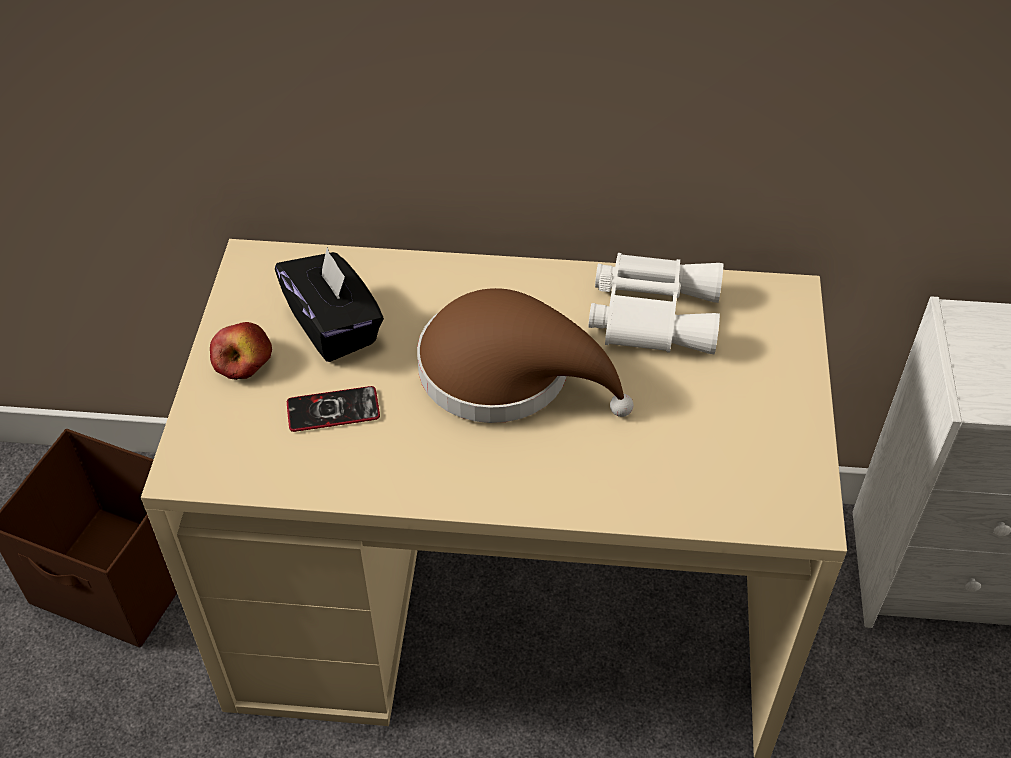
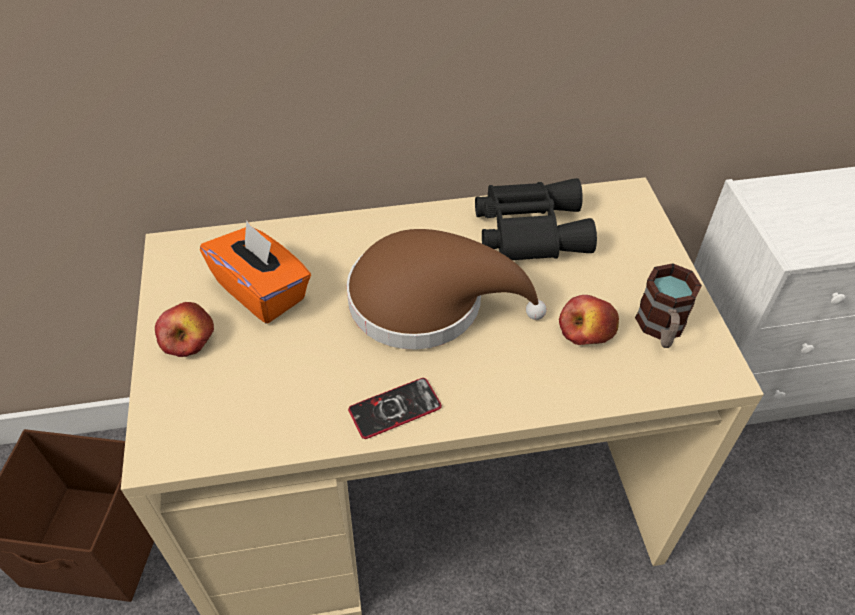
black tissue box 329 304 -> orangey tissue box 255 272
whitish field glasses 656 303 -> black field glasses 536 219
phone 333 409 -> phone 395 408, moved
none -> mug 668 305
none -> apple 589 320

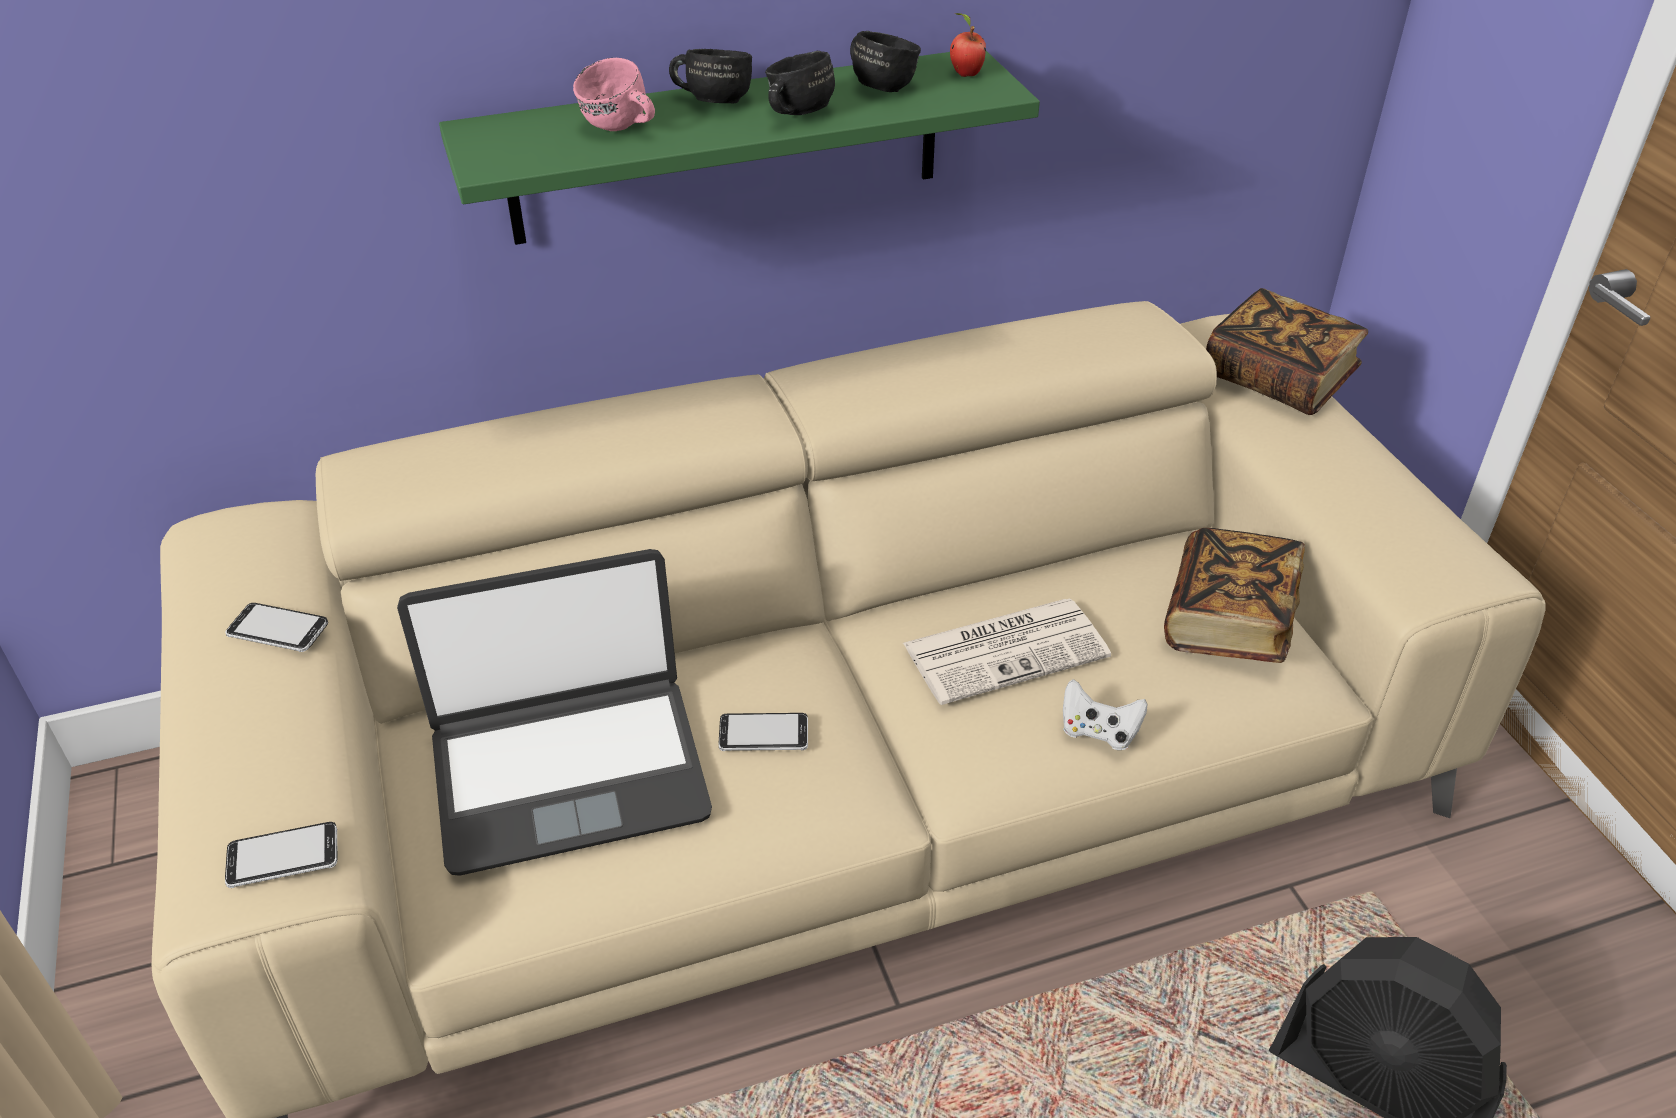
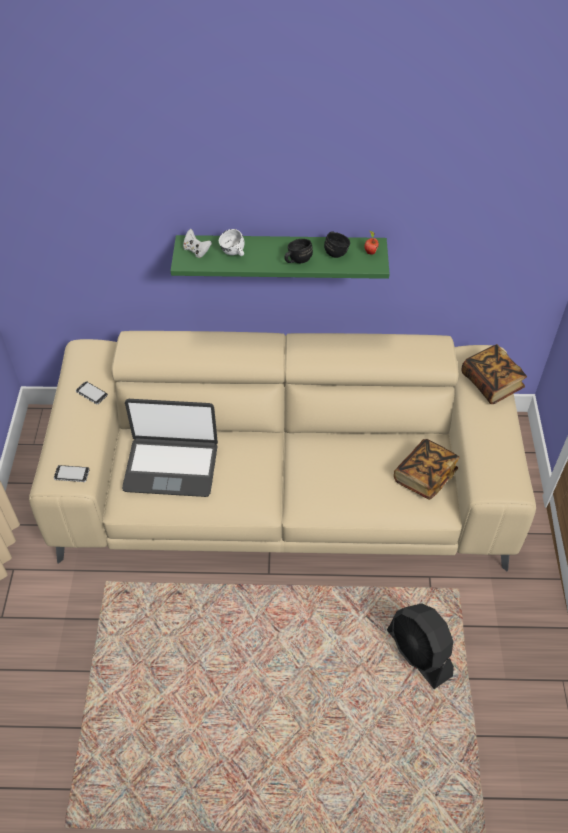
black mug 710 76 -> none
pink-coloured mug 614 94 -> whitish mug 232 242
newspaper 1007 652 -> none
whitish gamepad 1105 714 -> whitish gamepad 197 243, moved
phone 763 732 -> none

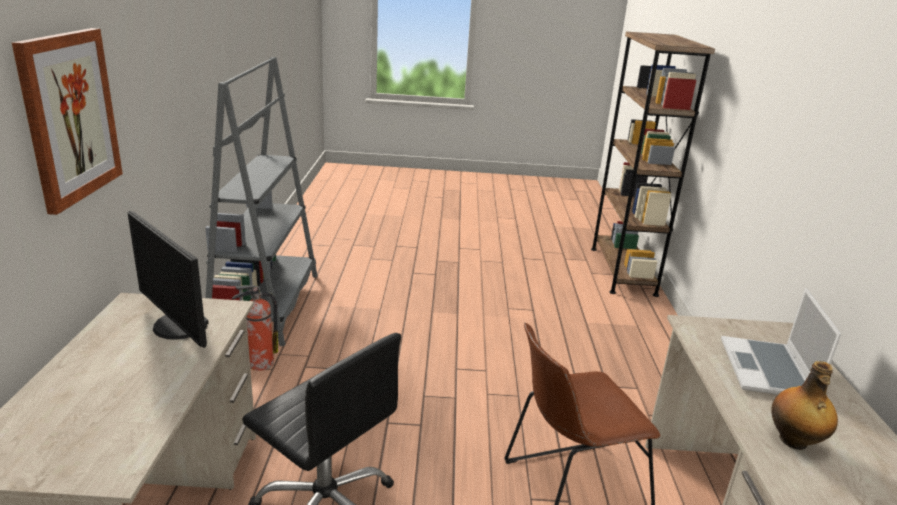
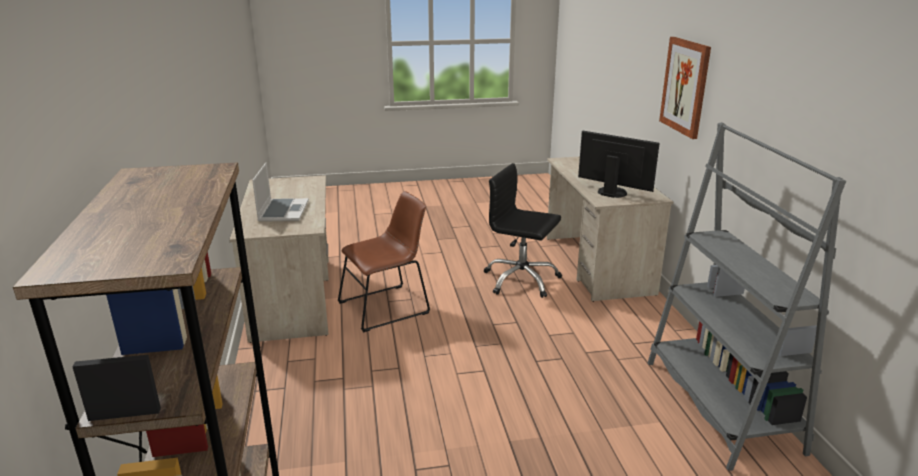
fire extinguisher 255 328 -> none
drink bottle 804 405 -> none

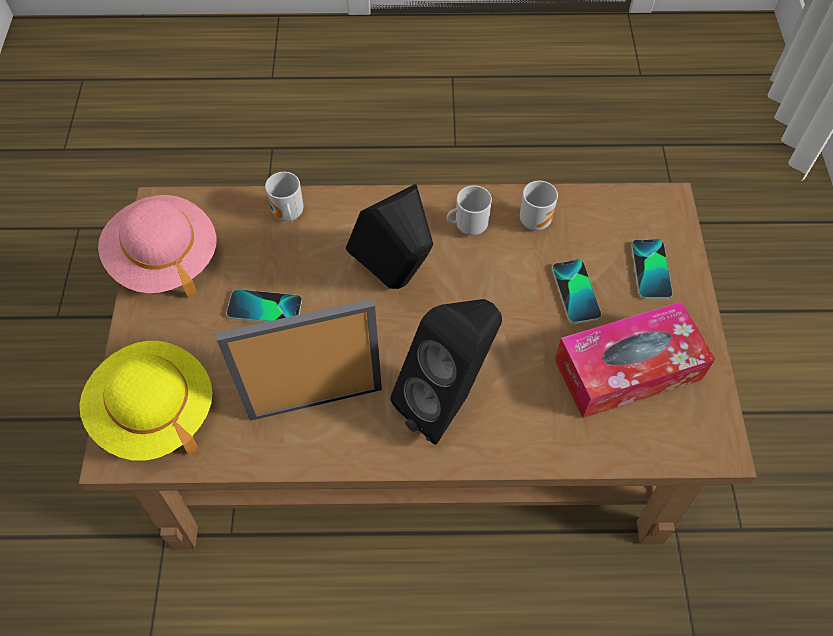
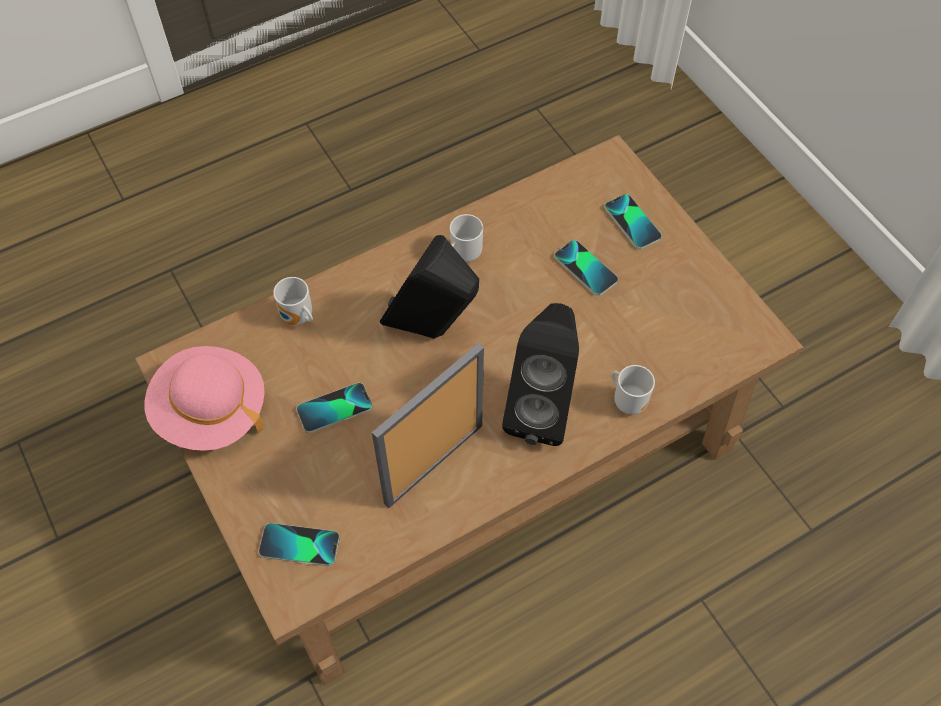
mug 539 206 -> mug 633 390, moved
tissue box 635 360 -> none
yellow clothing hat 146 401 -> phone 299 544

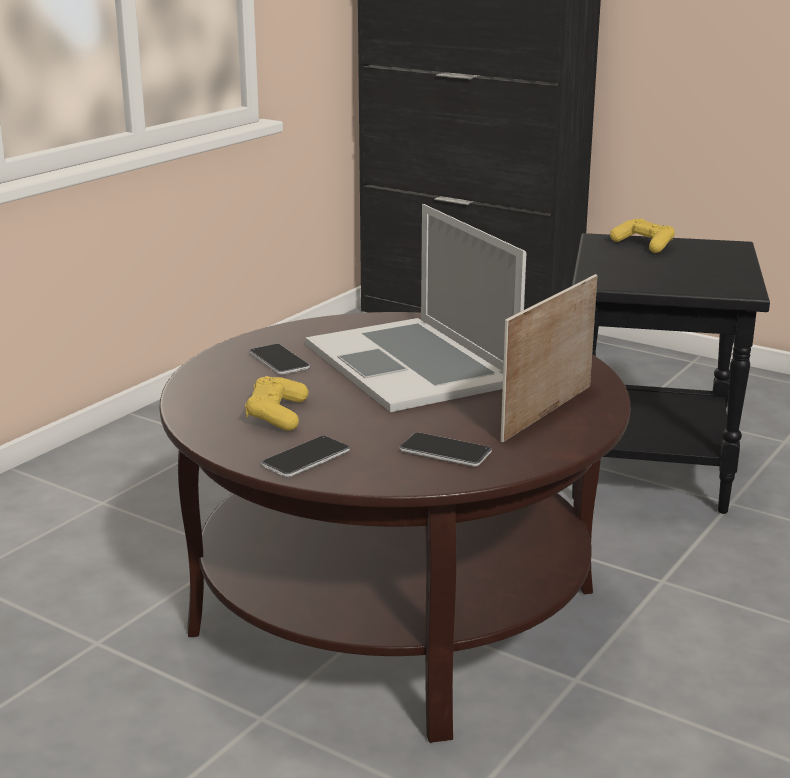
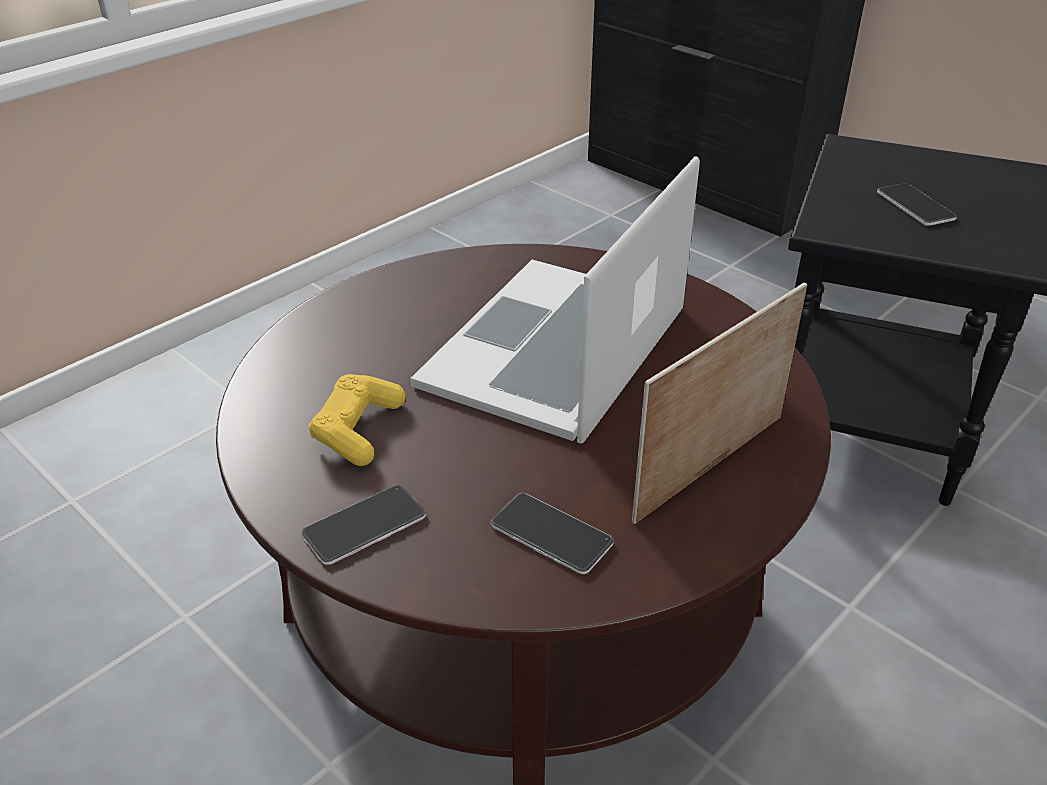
notebook computer 415 308 -> notebook computer 555 299, 45 degrees clockwise
yellow gamepad 642 236 -> none
phone 279 359 -> phone 917 204, moved

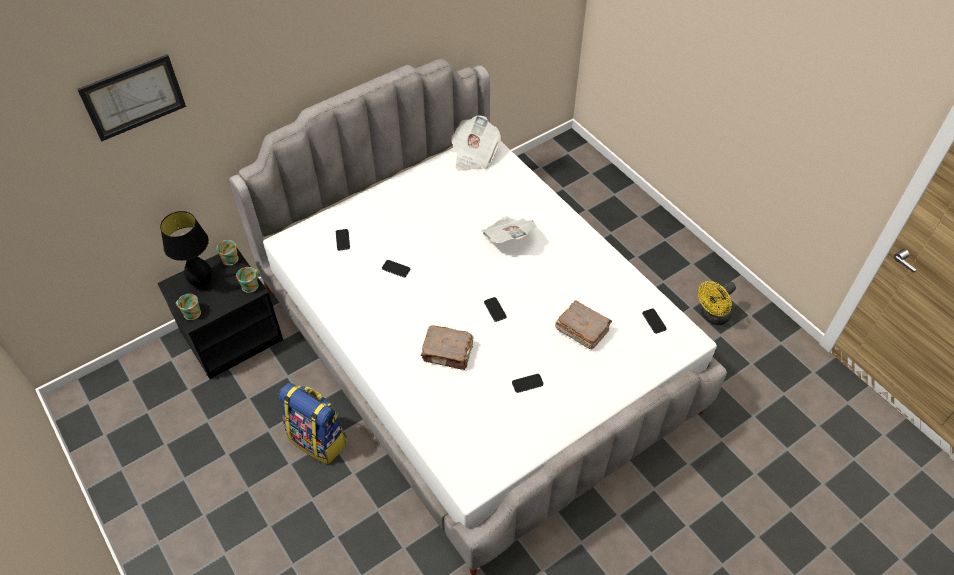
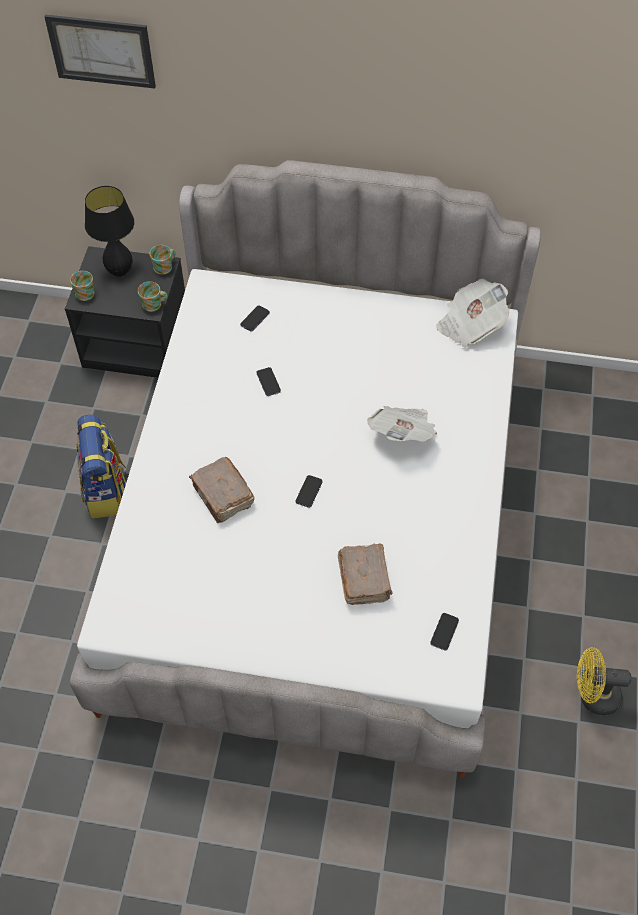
phone 528 383 -> none

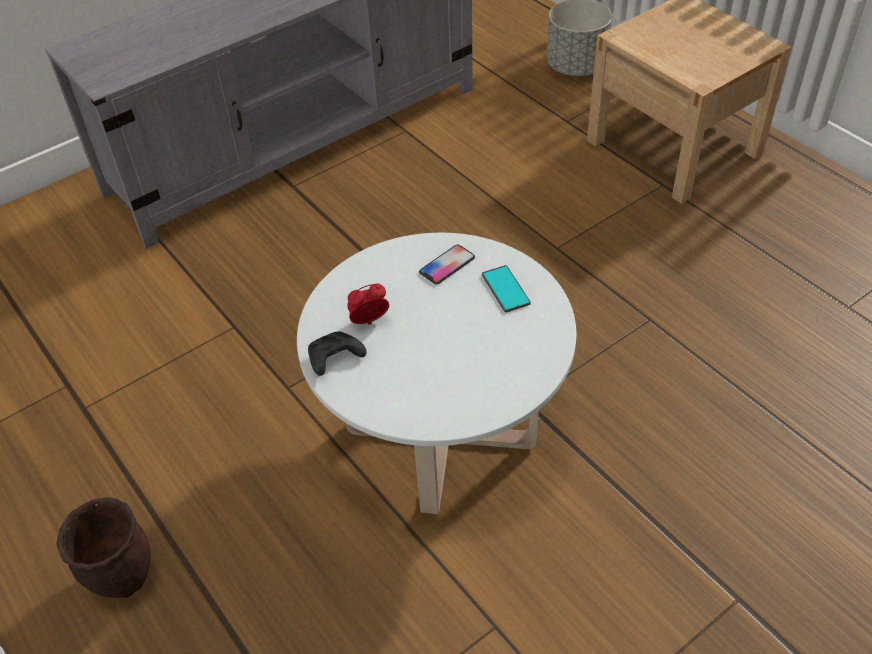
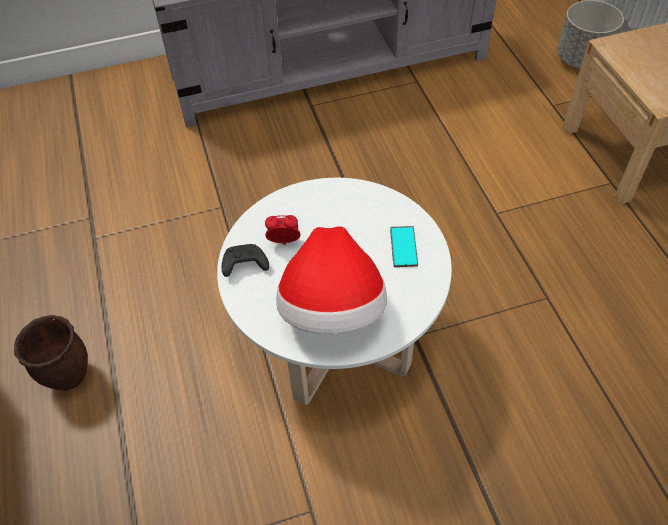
phone 447 264 -> none
none -> clothing hat 331 280

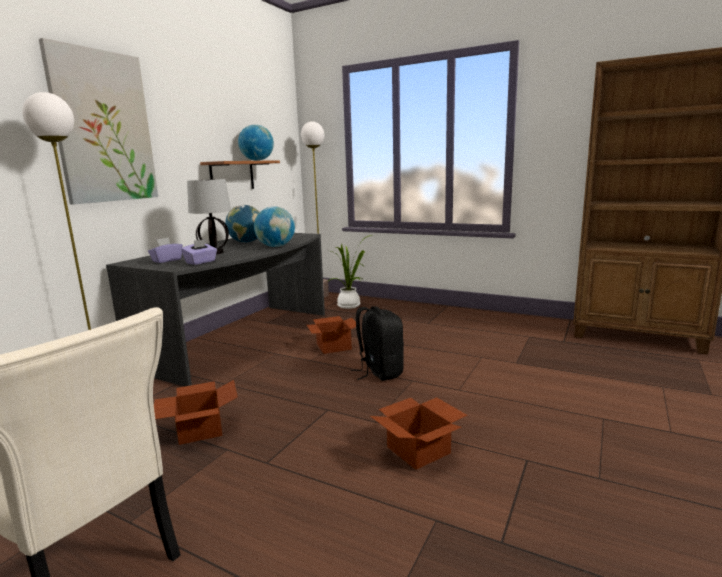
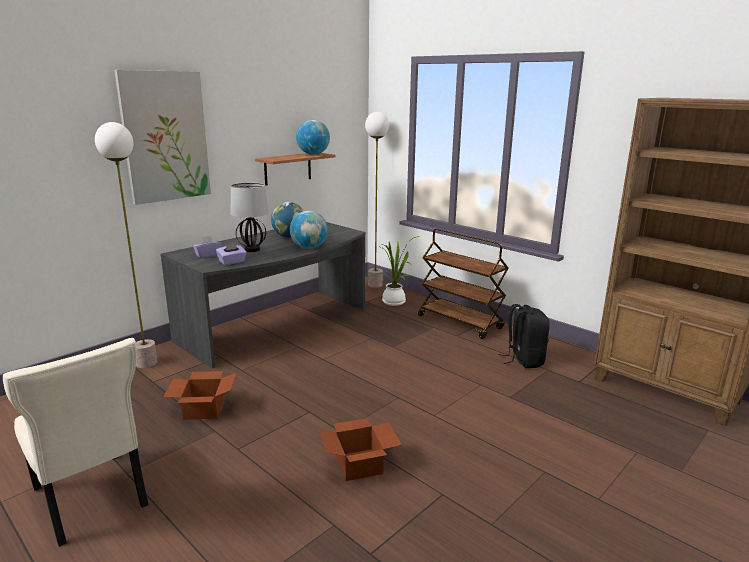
black knapsack 377 343 -> black knapsack 524 336, moved
packing box 331 335 -> none
none -> brown cart 463 284

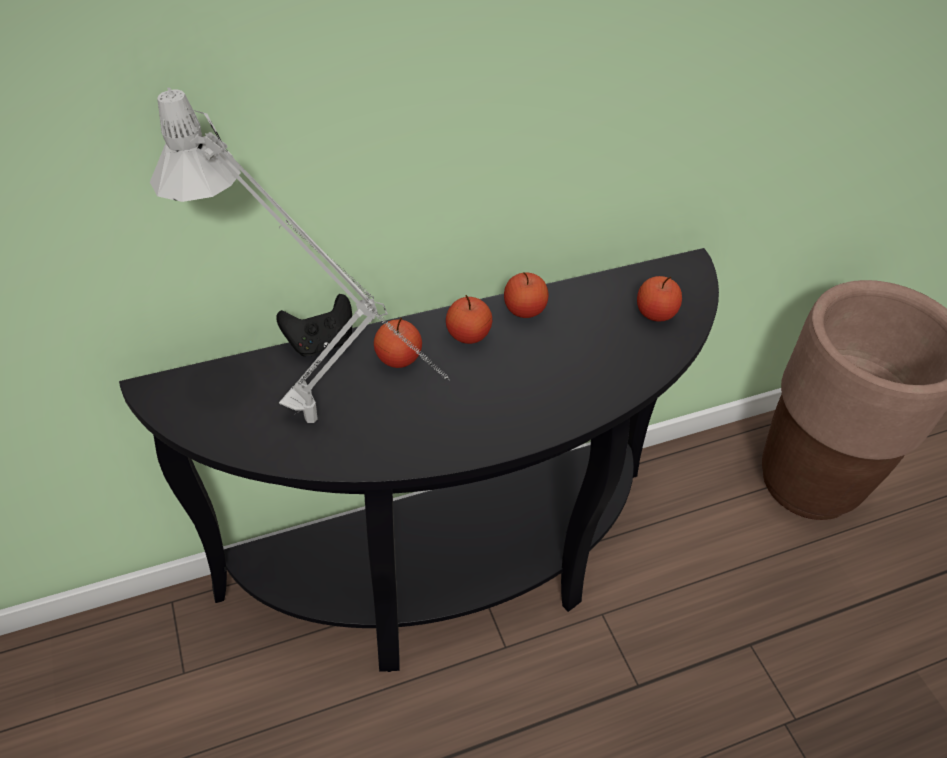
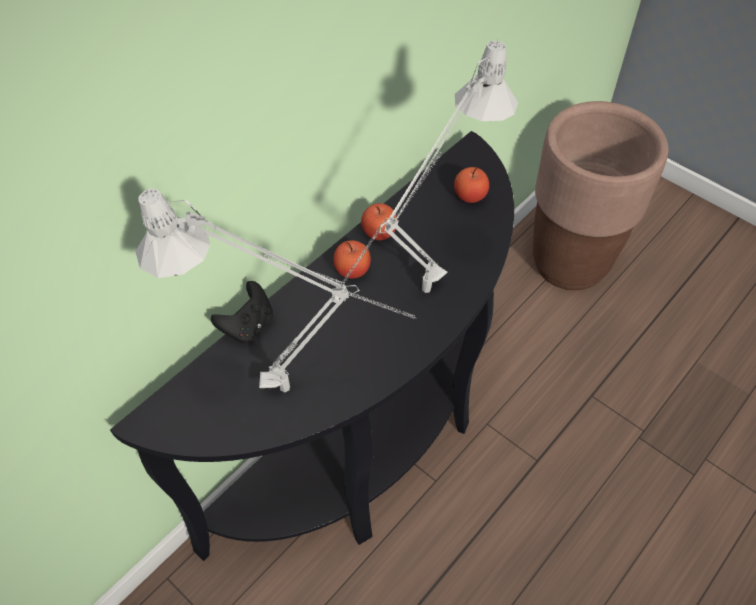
apple 398 343 -> none
none -> greyish lamp for a table 430 166

